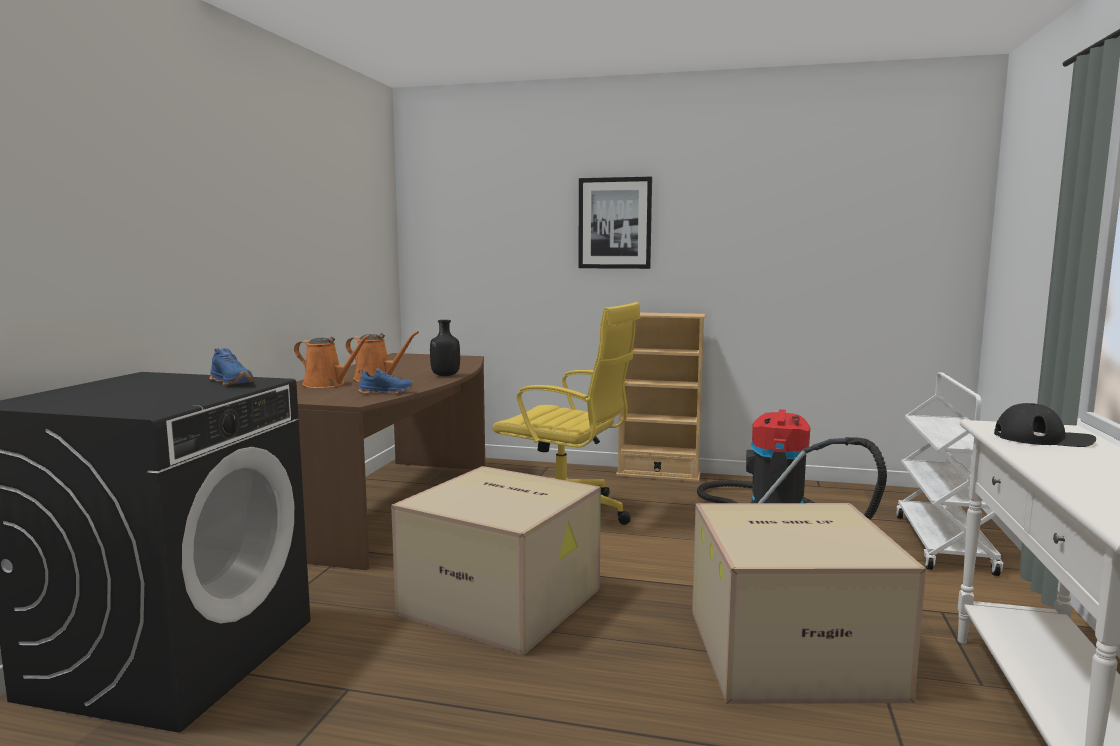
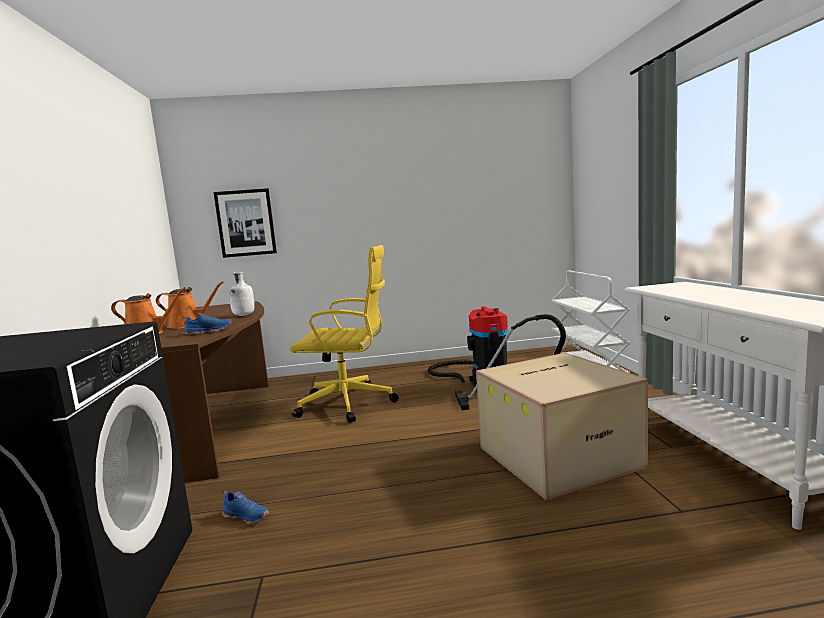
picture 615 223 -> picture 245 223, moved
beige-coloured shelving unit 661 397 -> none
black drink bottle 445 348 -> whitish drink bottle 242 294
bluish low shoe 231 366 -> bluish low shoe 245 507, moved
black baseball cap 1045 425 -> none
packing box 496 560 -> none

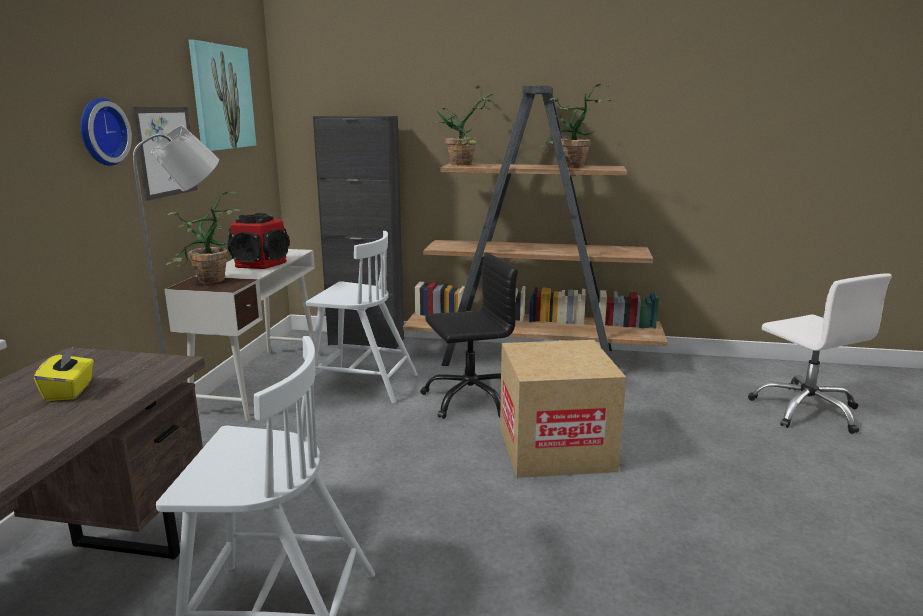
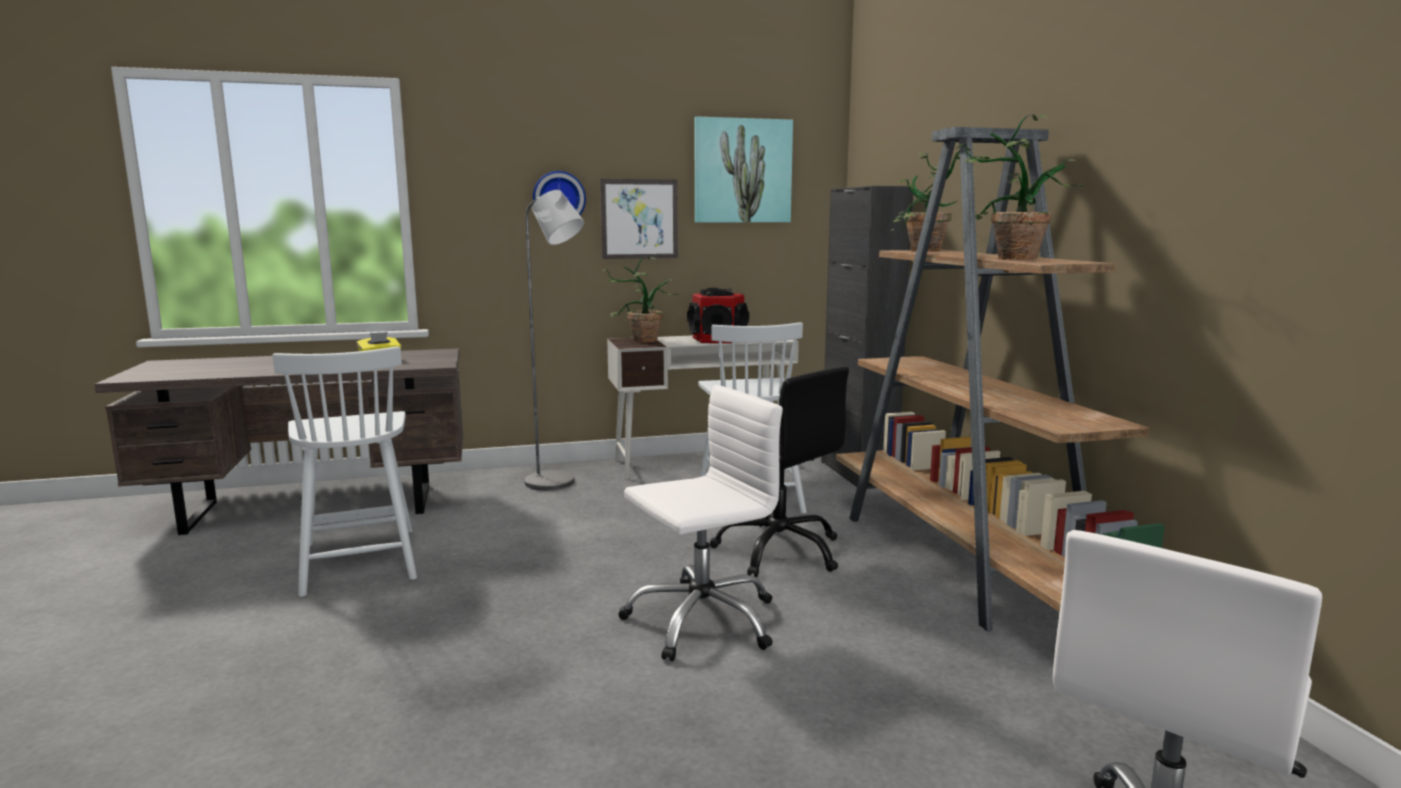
packing box 563 409 -> whitish computer chair 700 523

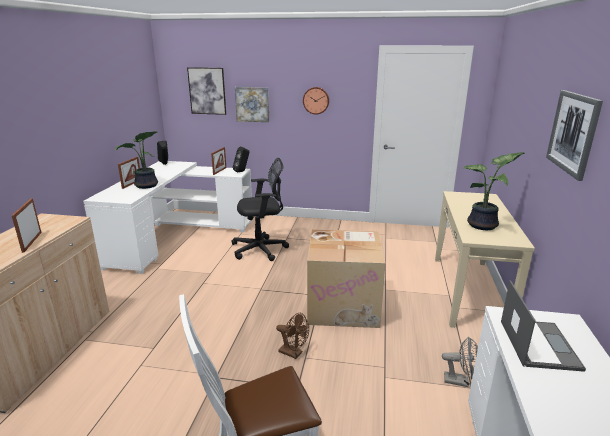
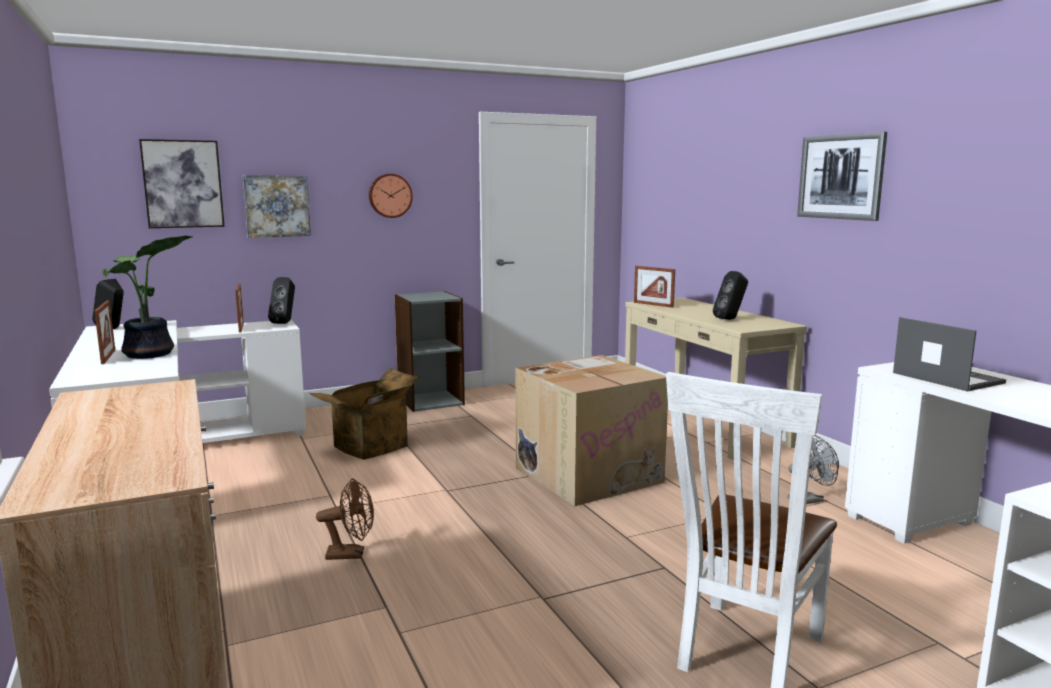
houseplant 494 191 -> black speaker 730 295
black computer chair 260 209 -> packing box 365 414
standing frame 26 225 -> standing frame 654 287, moved
brown cooling fan 292 336 -> brown cooling fan 345 519, moved
none -> greyish shelving unit 430 351

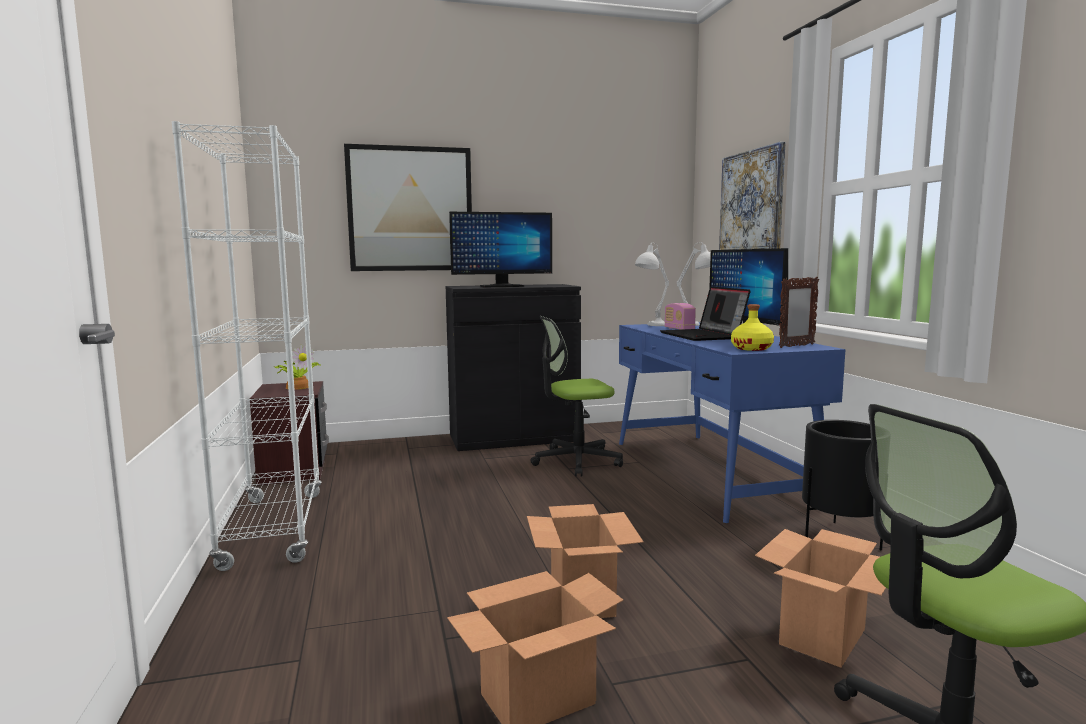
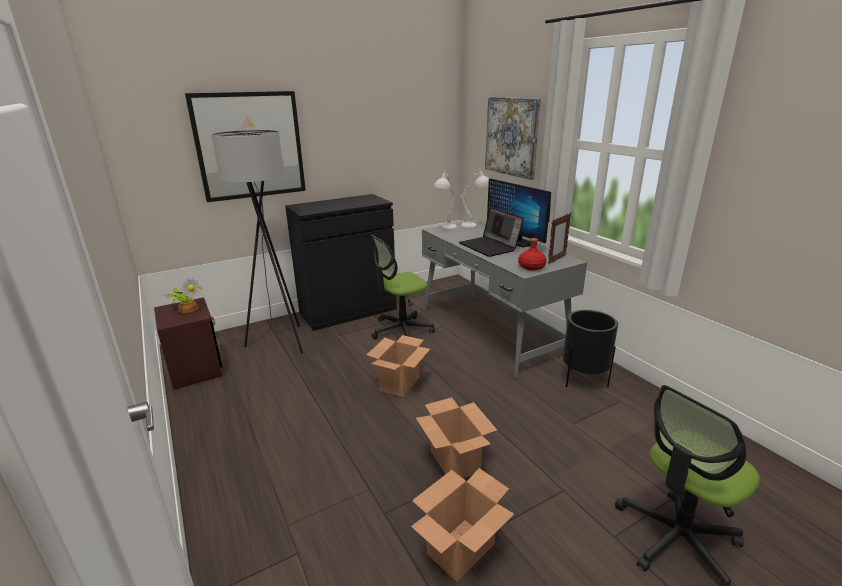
whitish shelving unit 247 346 -> none
computer screen 500 249 -> none
radio 680 316 -> none
yellow drink bottle 752 327 -> red-coloured drink bottle 532 254
bluish desk 732 422 -> greyish desk 504 299
packing box 820 598 -> packing box 398 366, moved
none -> greyish standing lamp 257 242

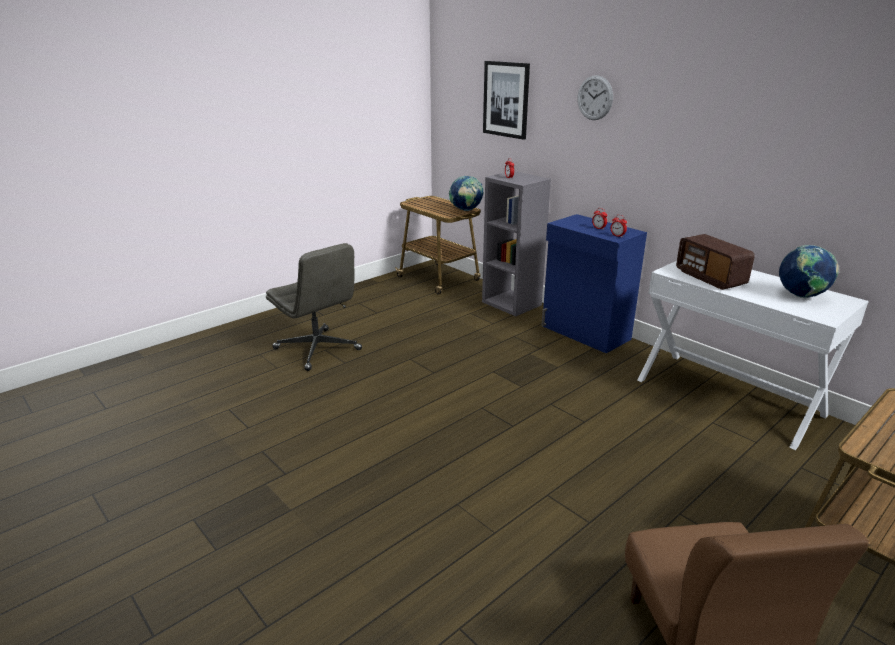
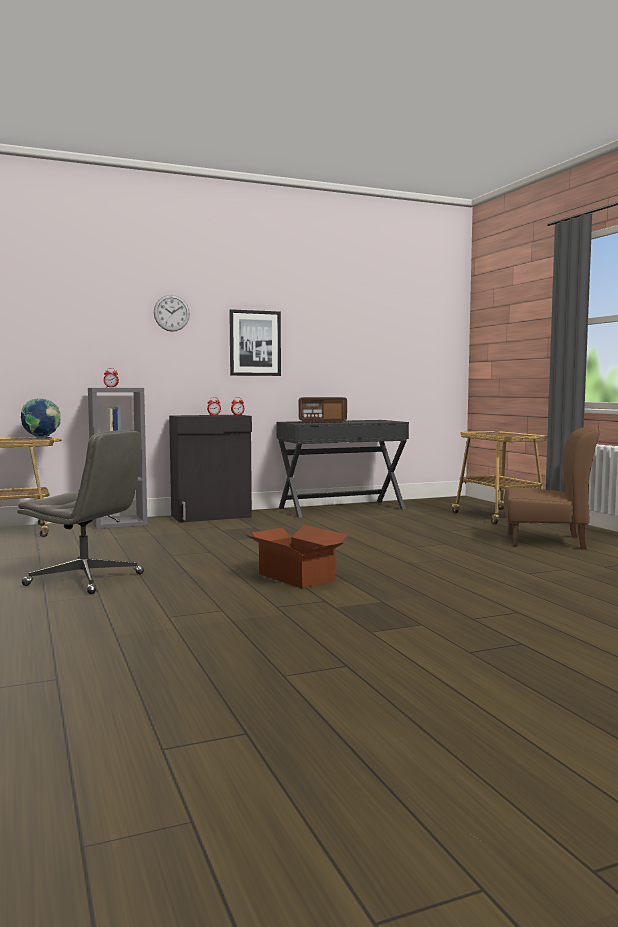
picture 506 100 -> picture 255 342, moved
bluish cabinet 594 283 -> black cabinet 210 469
greyish computer chair 314 307 -> greyish computer chair 80 512, 45 degrees clockwise
world globe 809 271 -> none
whitish desk 753 355 -> black desk 342 469
none -> packing box 296 556

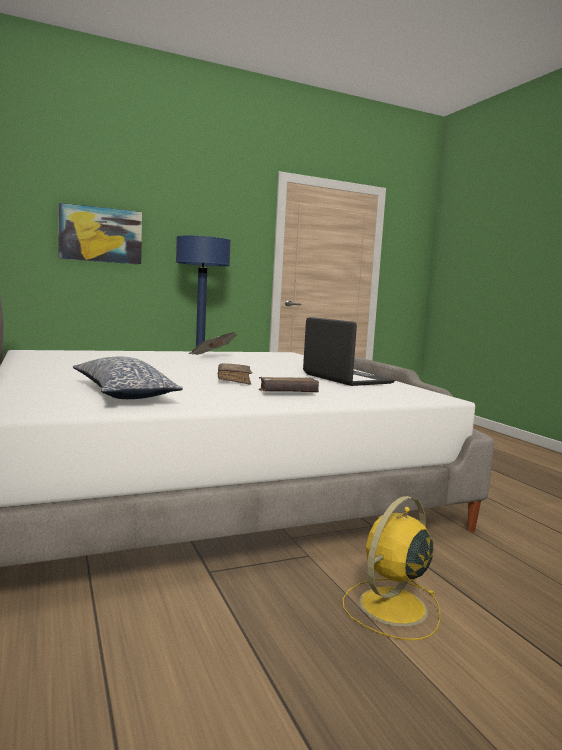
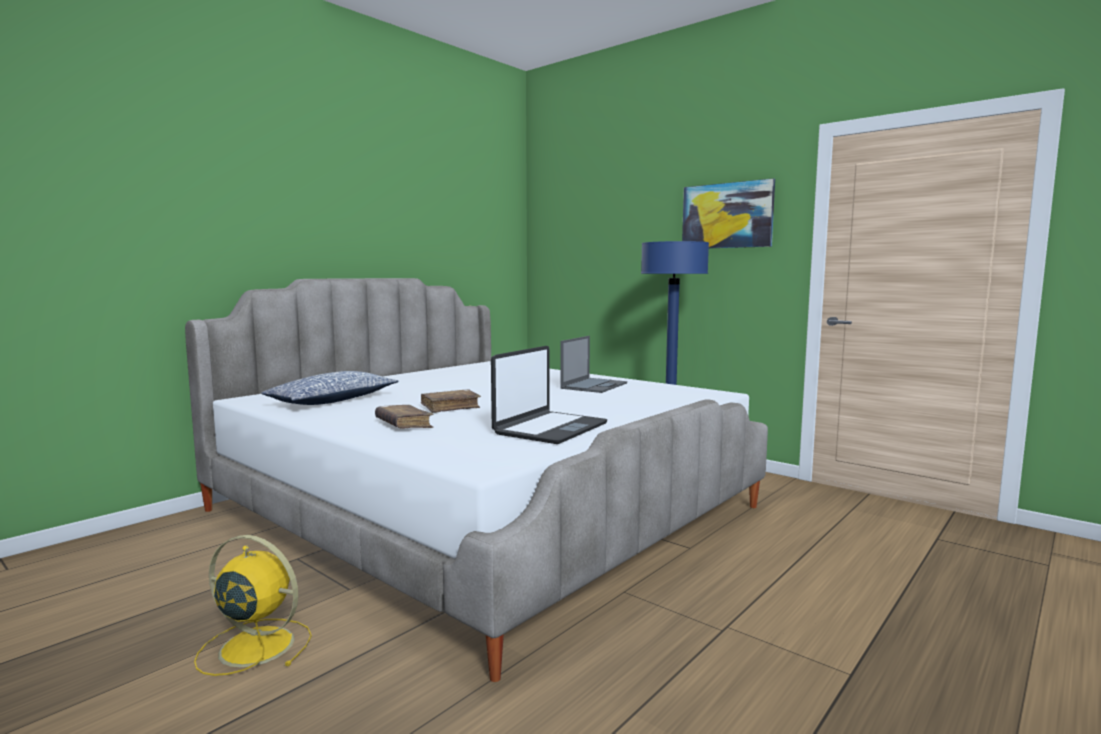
picture 100 234 -> picture 728 213, moved
newspaper 213 343 -> notebook computer 593 364

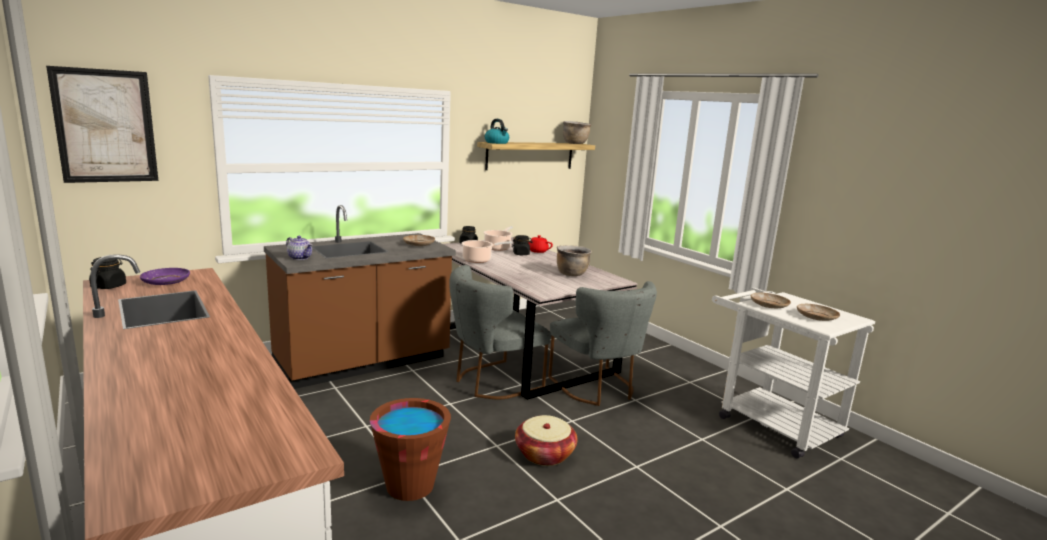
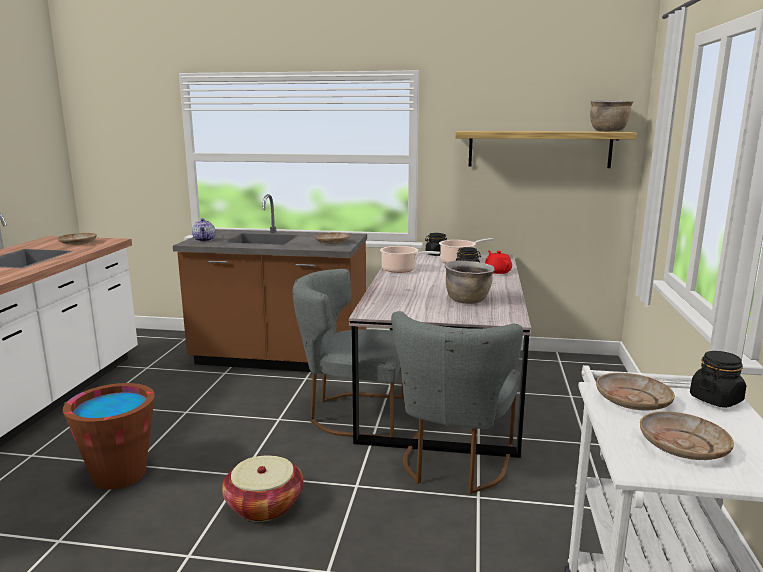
picture 102 124 -> none
water kettle 497 131 -> none
black preserve jar 107 273 -> black preserve jar 718 379, moved
purple plate 165 276 -> beige-coloured plate 77 239

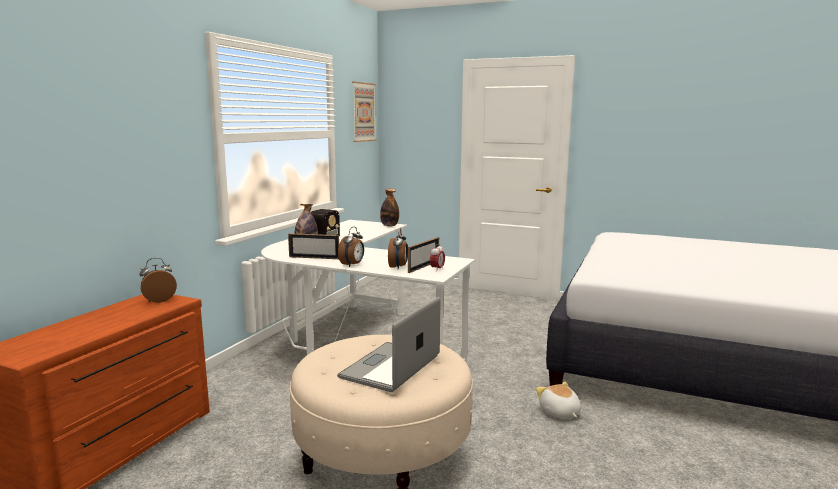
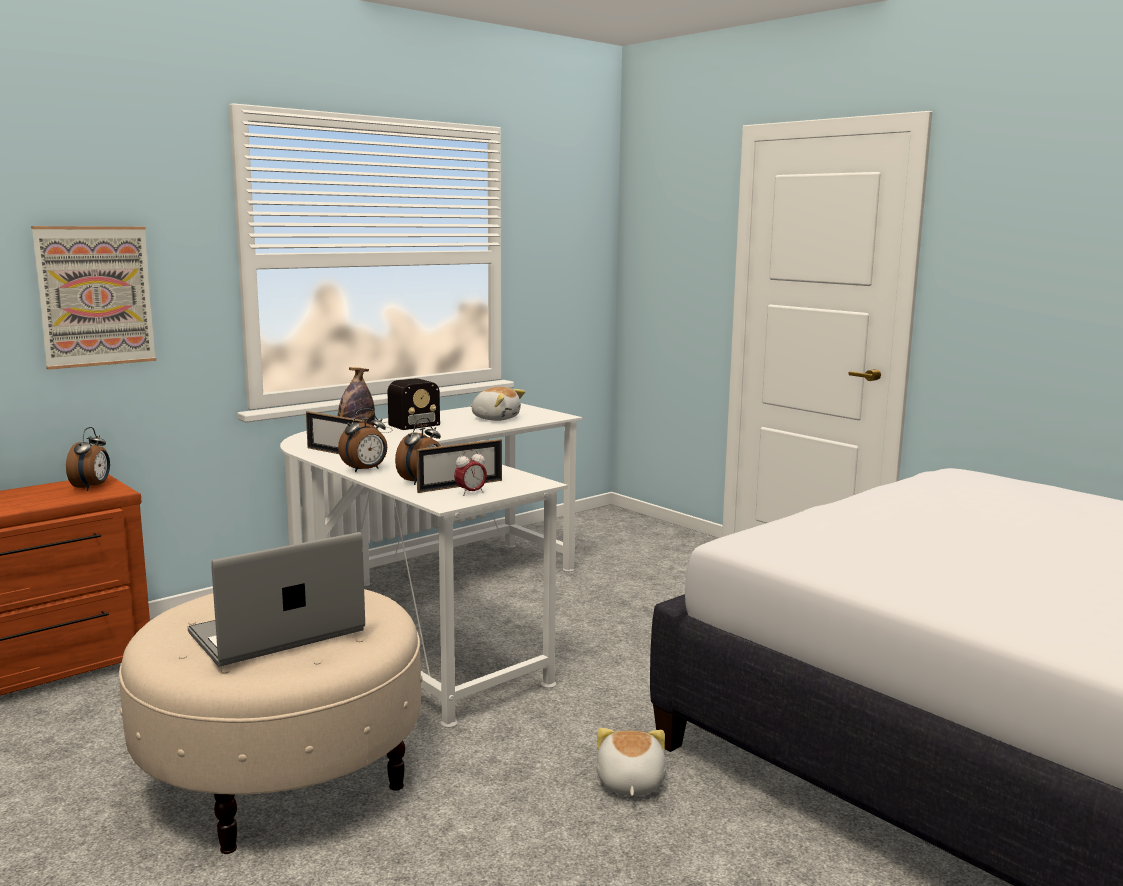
picture 364 111 -> picture 93 298, moved
drink bottle 389 208 -> none
bedside clock 158 280 -> bedside clock 88 459, 105 degrees clockwise
none -> soft toy 497 404

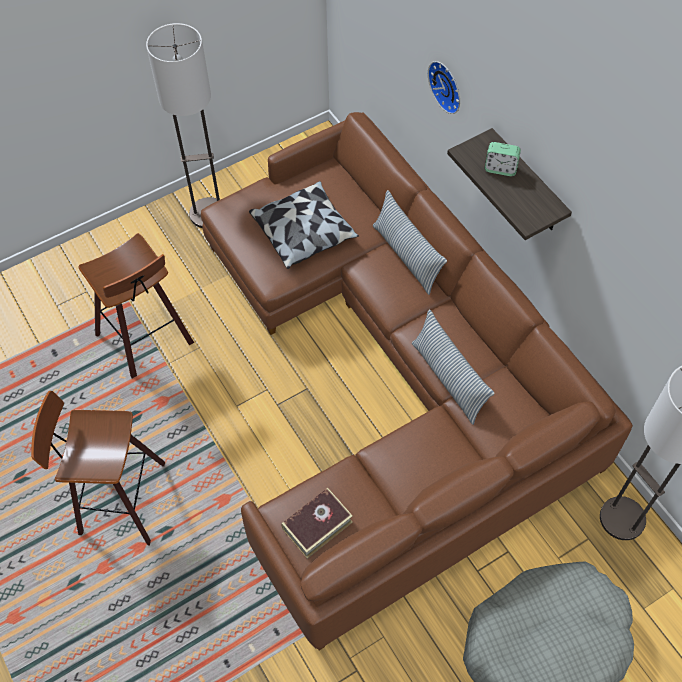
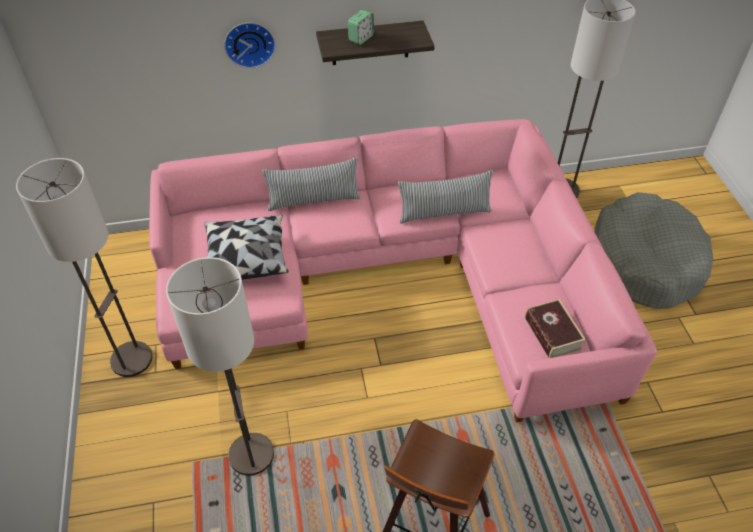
brown sofa 417 381 -> pink-coloured sofa 403 270
stool 136 305 -> standing lamp 220 366

